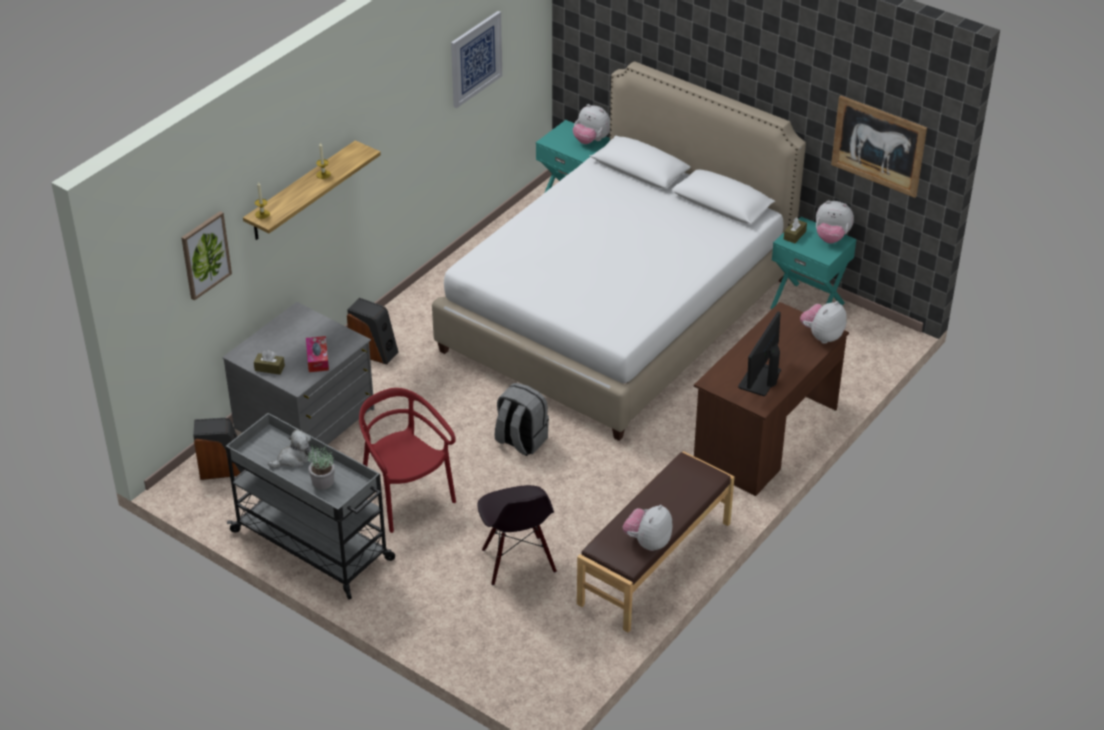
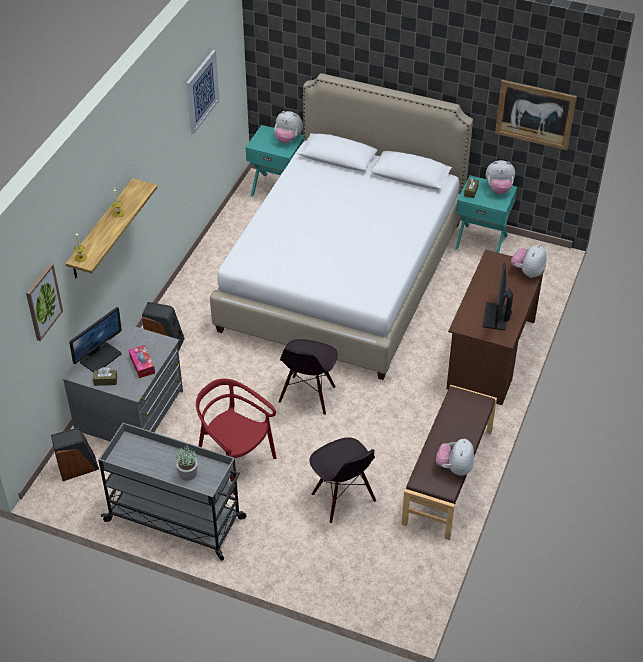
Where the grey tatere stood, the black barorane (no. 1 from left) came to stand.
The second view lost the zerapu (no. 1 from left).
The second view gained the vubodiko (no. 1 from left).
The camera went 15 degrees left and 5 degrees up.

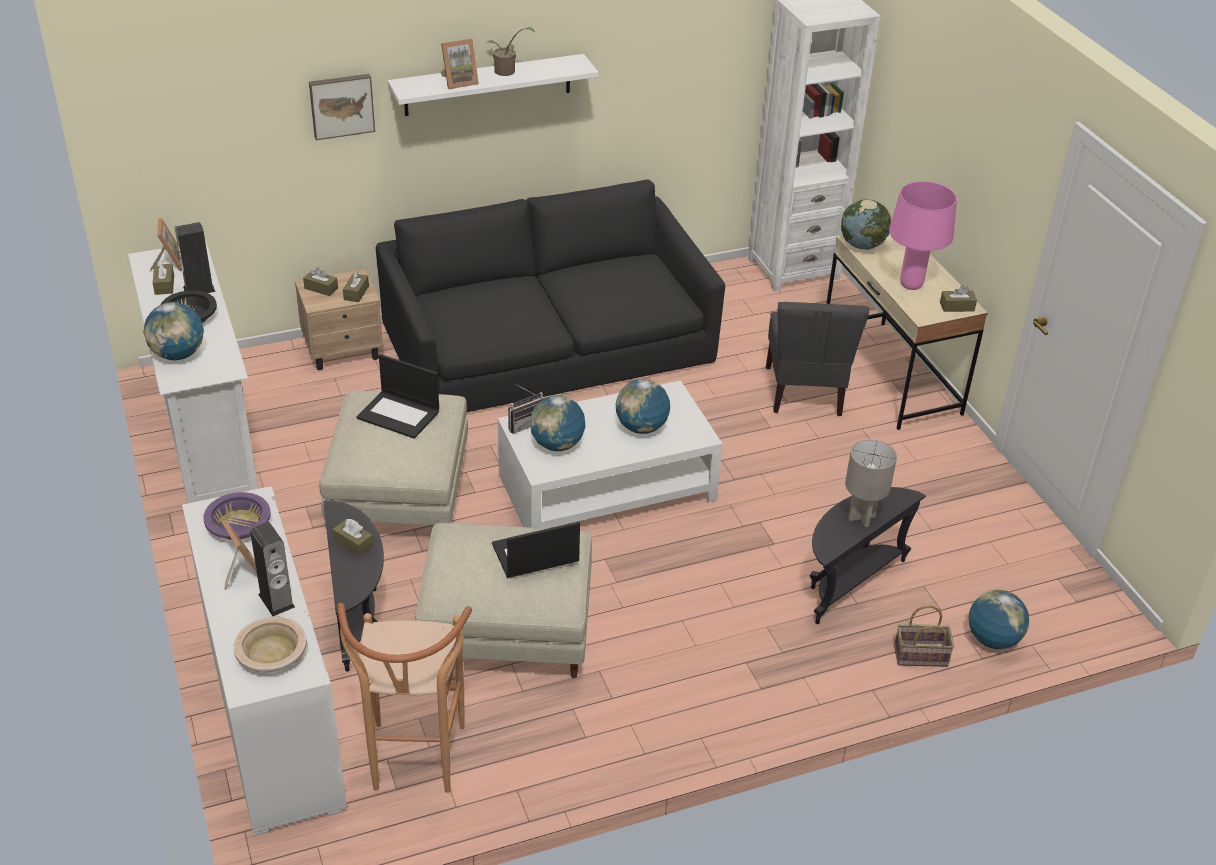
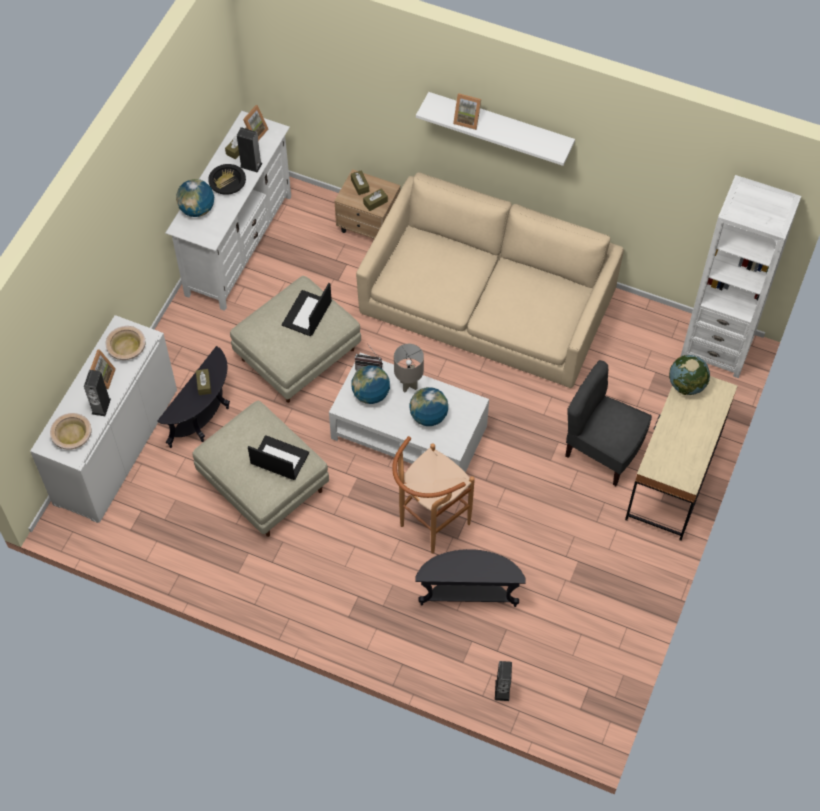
The second view lost the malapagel.
The second view lost the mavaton.
What was the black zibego turned into the beige zibego.
The second view lost the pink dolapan.
The second view lost the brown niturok (no. 5 from left).
The grey barorane ended up facing another way, 75 degrees clockwise from before.
The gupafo (no. 1 from left in the first image) ended up facing another way, 45 degrees clockwise from before.
The grey dolapan ended up elsewhere.
What was the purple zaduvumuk turned into the beige zaduvumuk (no. 2 from left).
Where the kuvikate (no. 5 from left) stood, the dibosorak (no. 3 from left) came to stand.
The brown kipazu ended up elsewhere.
The second view lost the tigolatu.
The camera went 45 degrees right and 20 degrees up.

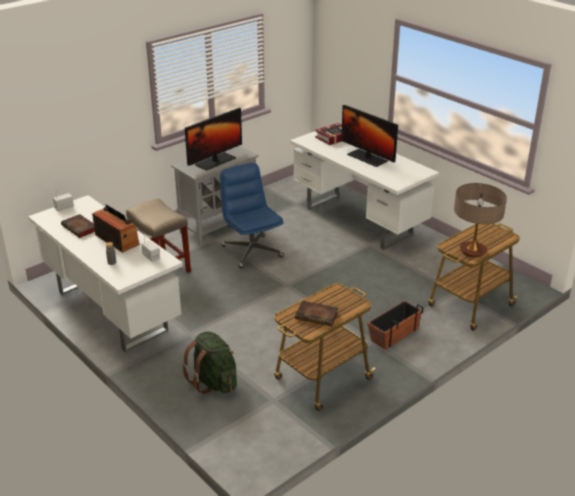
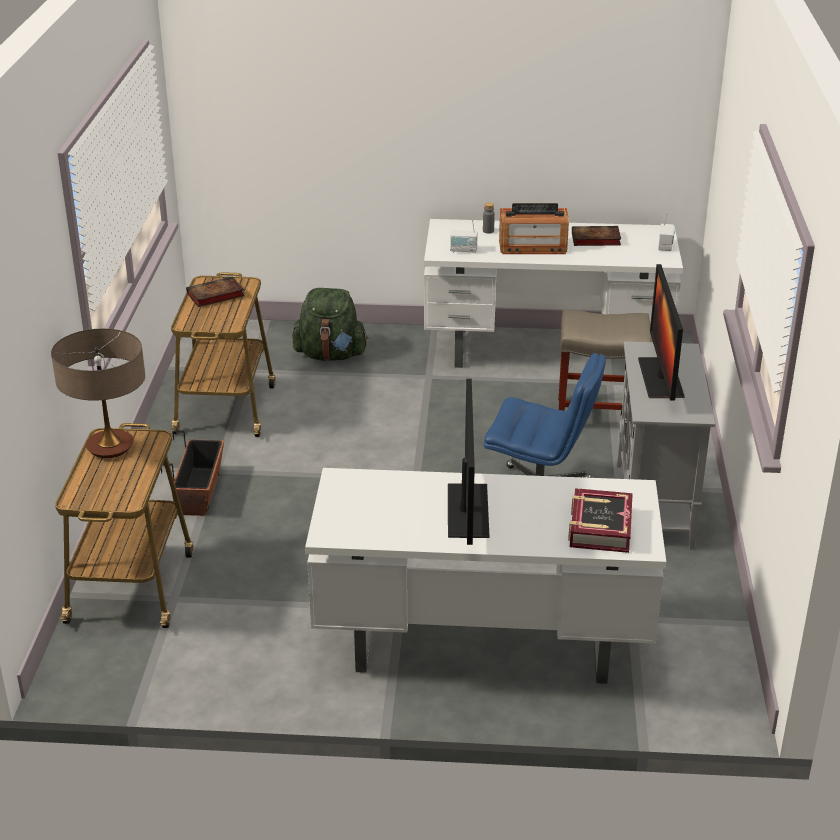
The vubodiko (no. 2 from left in the first image) ended up facing another way, 90 degrees clockwise from before.
The camera went 135 degrees right and 0 degrees up.

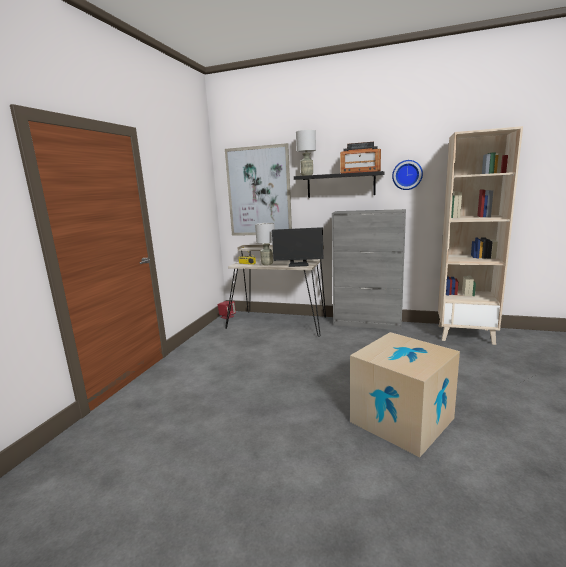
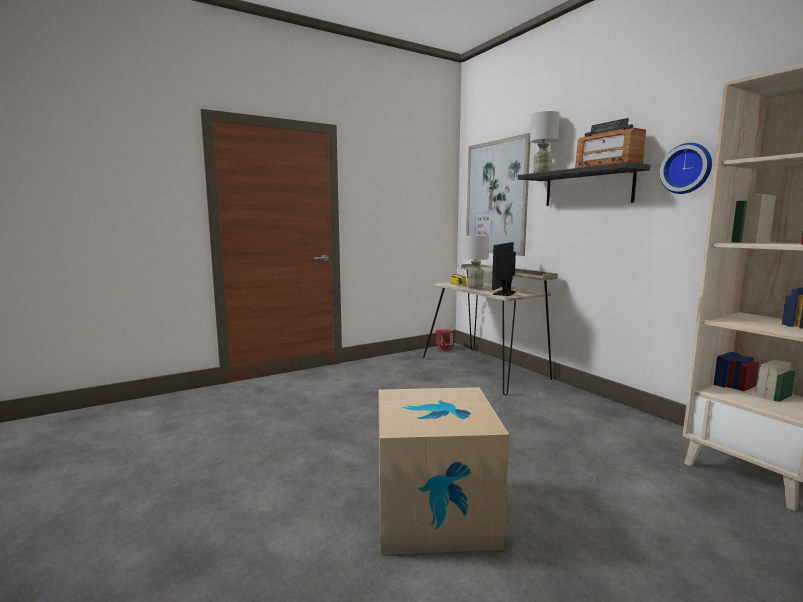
The second view lost the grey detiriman.
The vubodiko ended up facing another way, 75 degrees clockwise from before.
The camera went 40 degrees right and 5 degrees down.

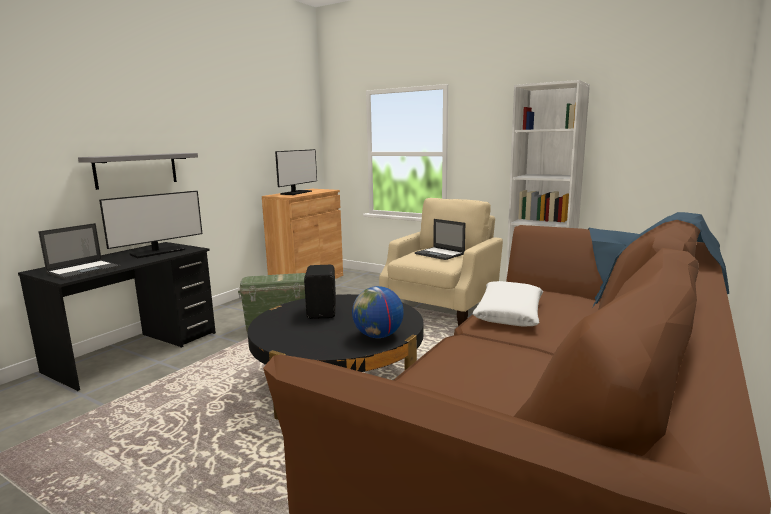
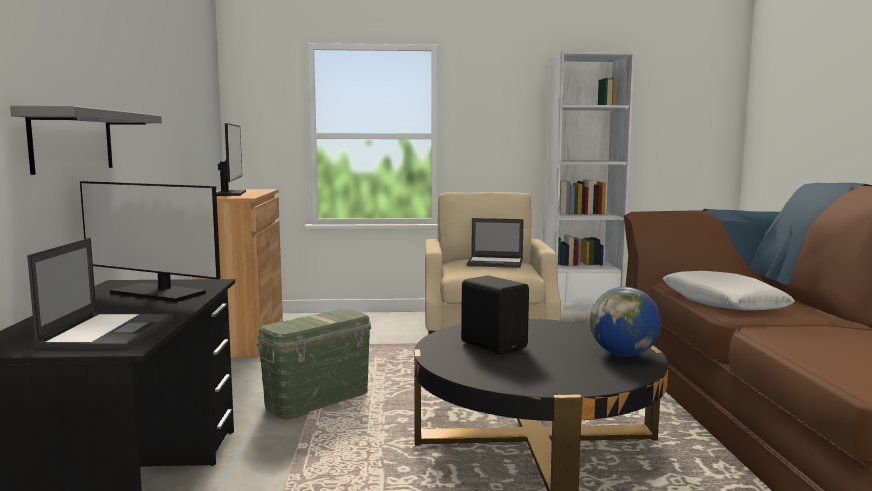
The vubodiko (no. 1 from left) ended up facing another way, 105 degrees clockwise from before.
The camera went 35 degrees left and 5 degrees down.

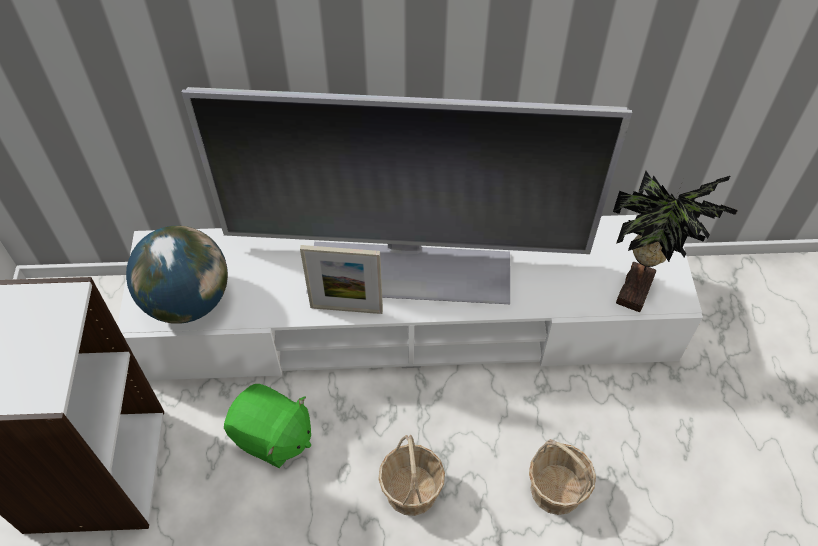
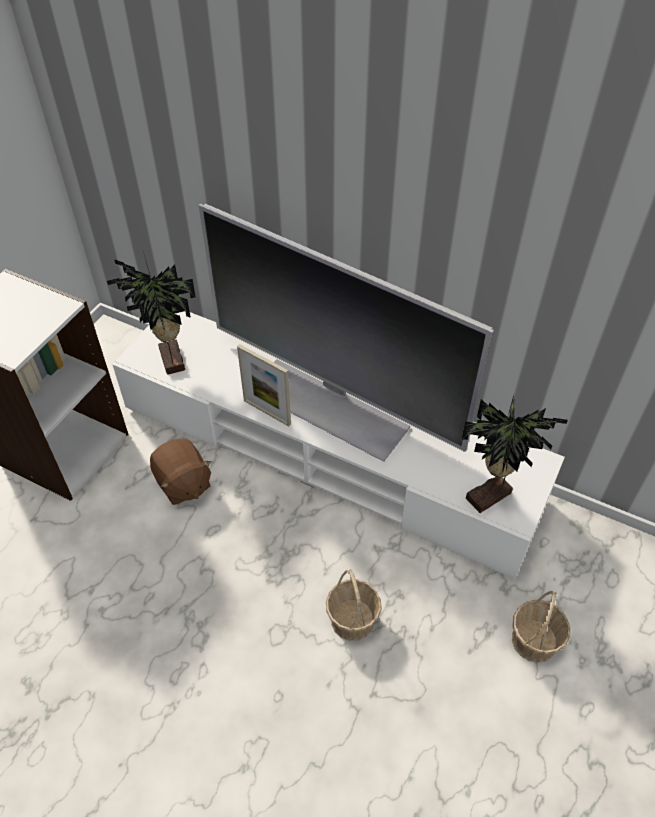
Where the kuvikate stood, the malapagel (no. 1 from left) came to stand.
What was the green zerapu turned into the brown zerapu.
The tigolatu (no. 1 from left in the first image) ended up elsewhere.
The camera went 30 degrees right and 5 degrees down.

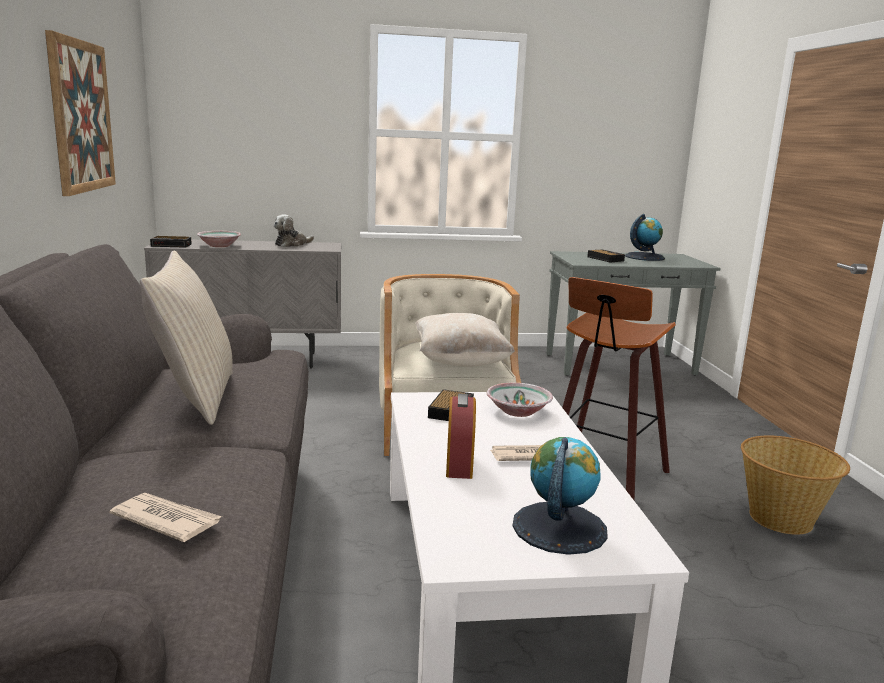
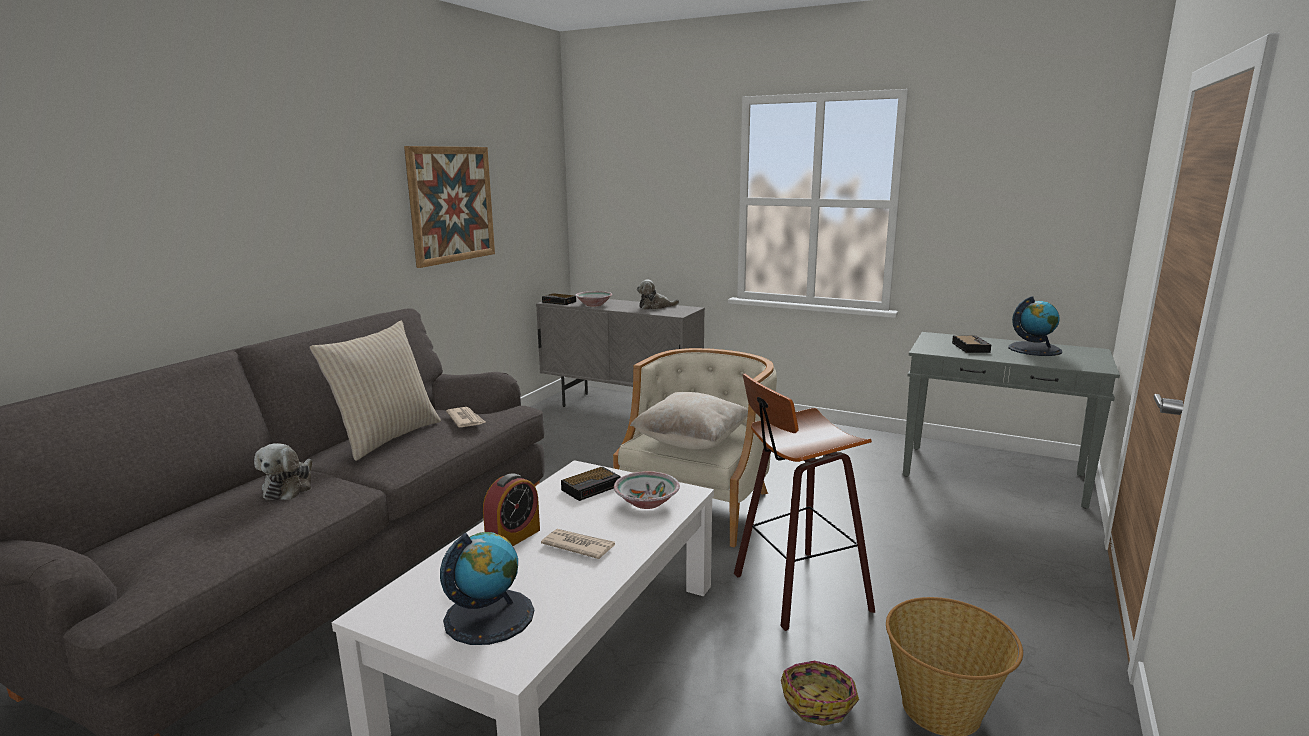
The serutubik (no. 1 from left) ended up elsewhere.
The second view gained the zerapu (no. 1 from left).
The second view gained the tigolatu (no. 1 from left).
The camera went 35 degrees right and 0 degrees up.

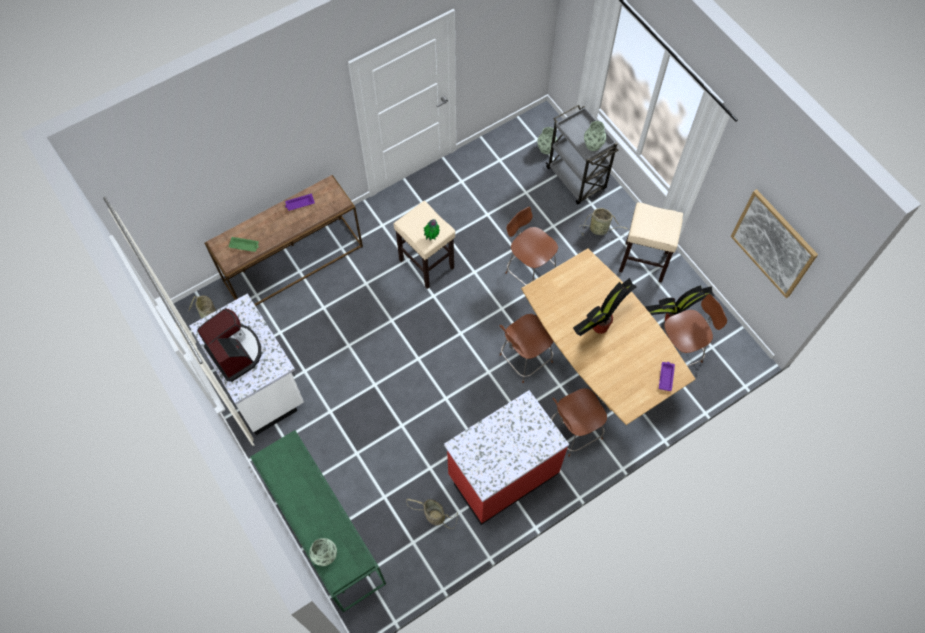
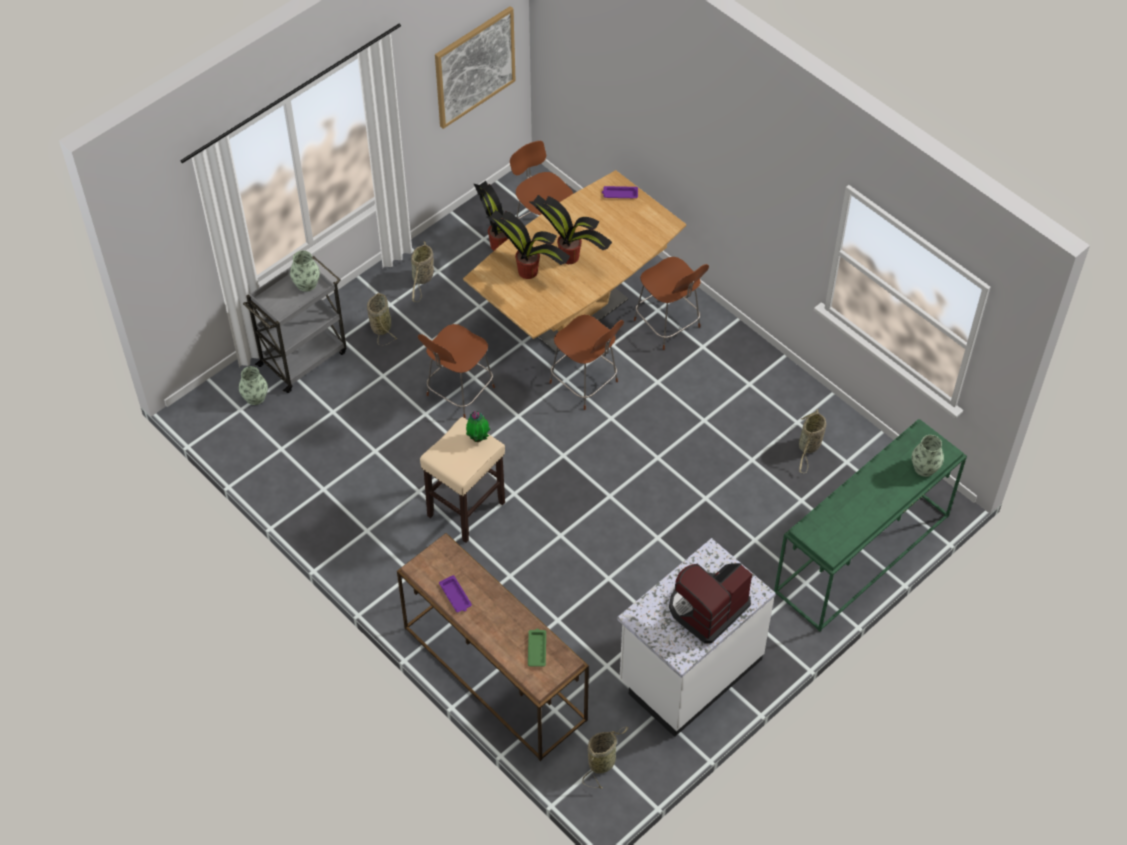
Where the beige kipazu (no. 2 from left) stood, the tigolatu (no. 2 from left) came to stand.
The second view lost the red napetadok.
The second view gained the malapagel (no. 3 from left).
The camera went 100 degrees left and 10 degrees down.

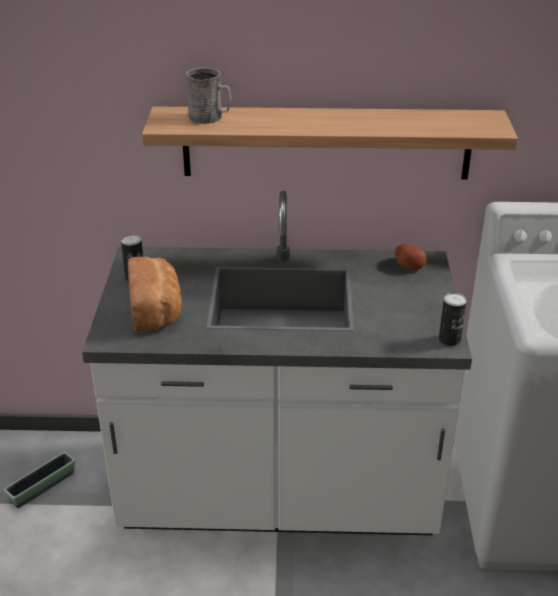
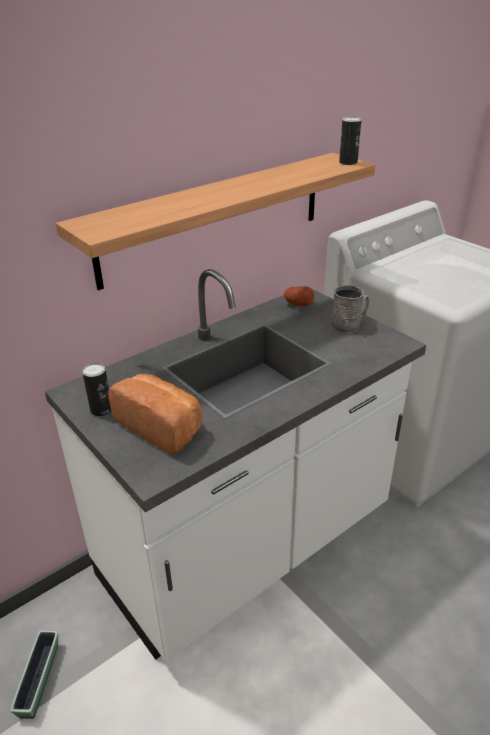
The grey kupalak ended up elsewhere.
The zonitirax (no. 2 from left) ended up elsewhere.
The camera went 40 degrees left and 0 degrees up.

